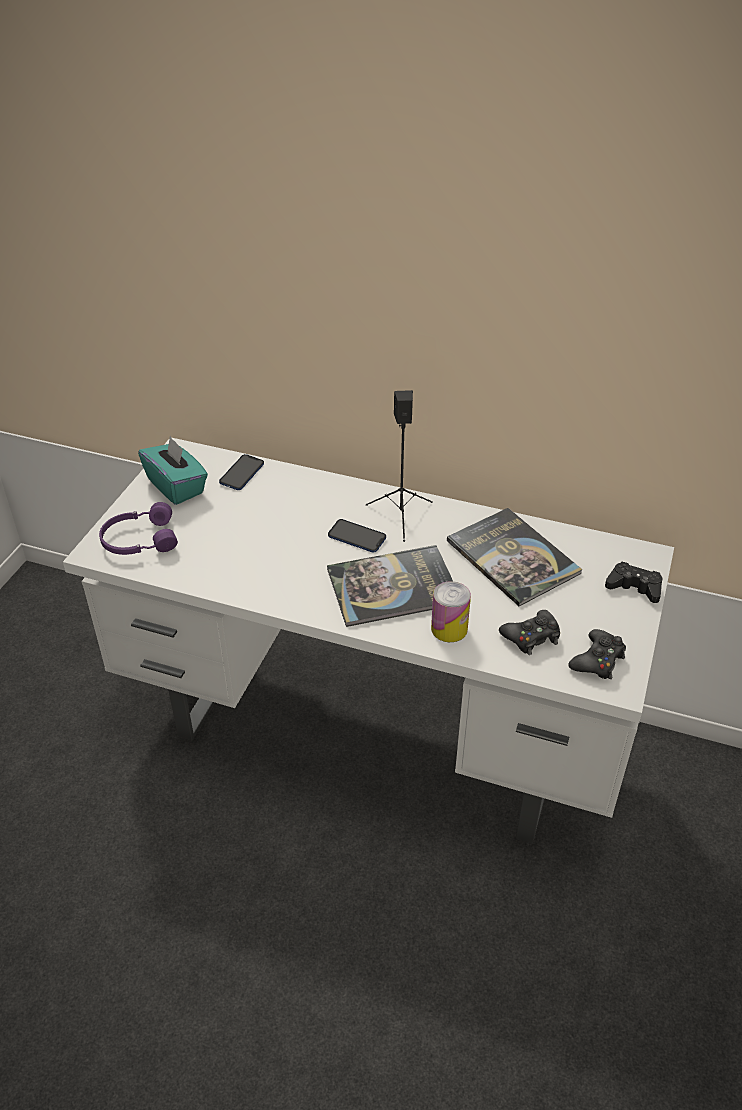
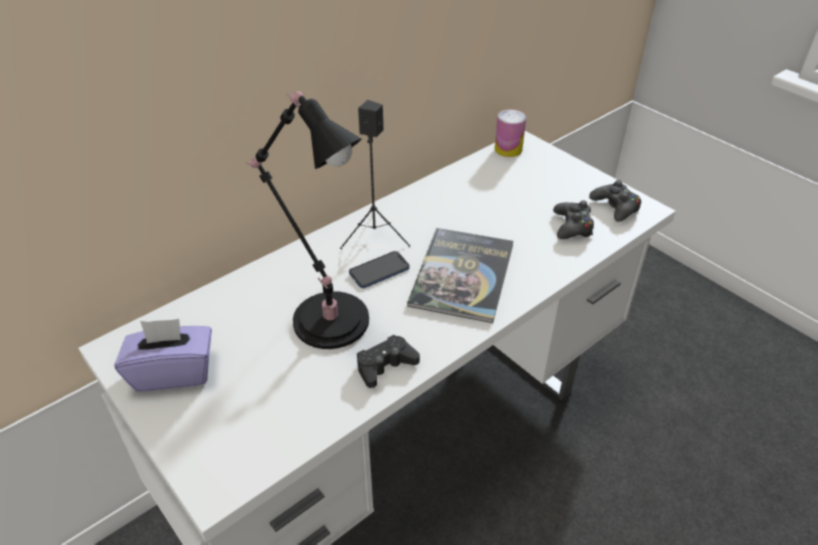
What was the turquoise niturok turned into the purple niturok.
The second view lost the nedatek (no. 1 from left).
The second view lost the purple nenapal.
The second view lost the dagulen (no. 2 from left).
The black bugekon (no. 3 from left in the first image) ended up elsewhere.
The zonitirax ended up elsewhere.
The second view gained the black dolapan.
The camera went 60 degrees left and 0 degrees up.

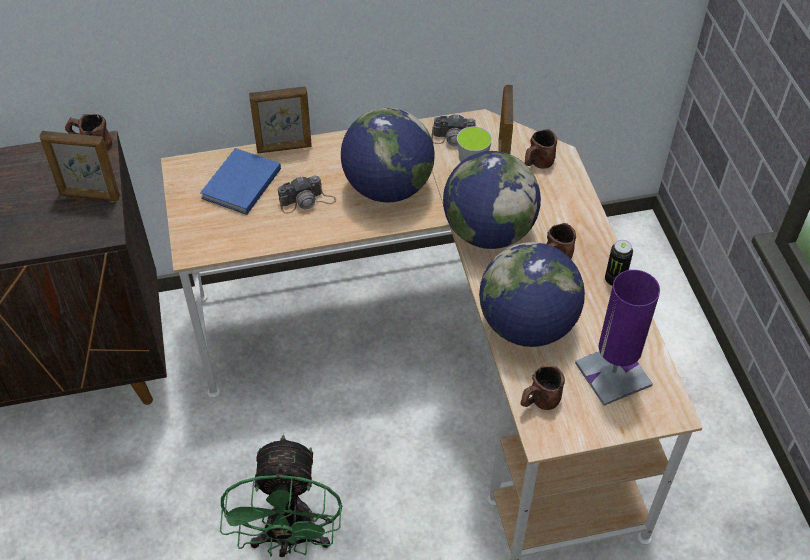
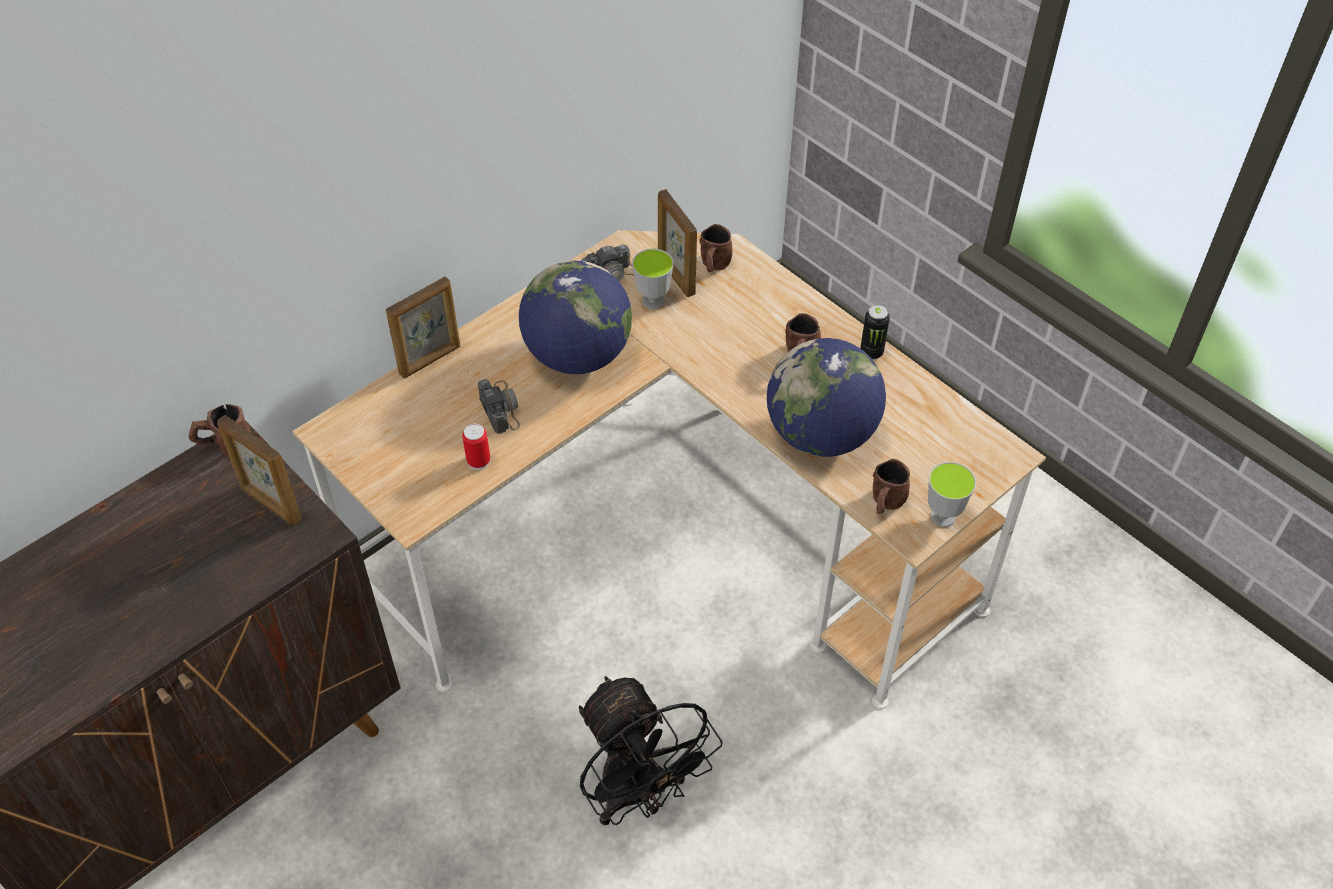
The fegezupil (no. 1 from left) ended up facing another way, 60 degrees clockwise from before.
The second view lost the blue dagulen.
The second view lost the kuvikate (no. 2 from left).
The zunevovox (no. 1 from left) ended up facing another way, 60 degrees counterclockwise from before.
The second view lost the purple dolapan.
What was the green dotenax turned into the black dotenax.
The second view gained the zonitirax (no. 1 from left).
The second view gained the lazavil (no. 2 from left).
The camera went 30 degrees left and 0 degrees up.

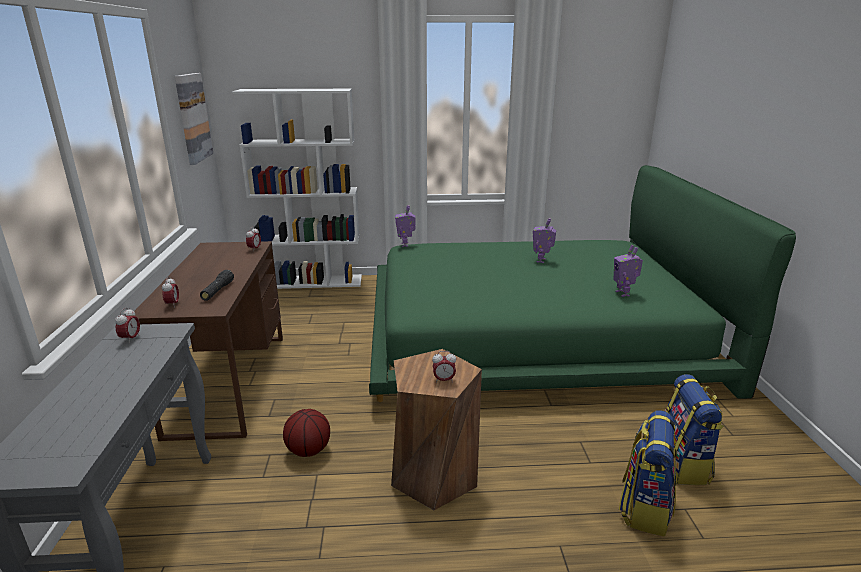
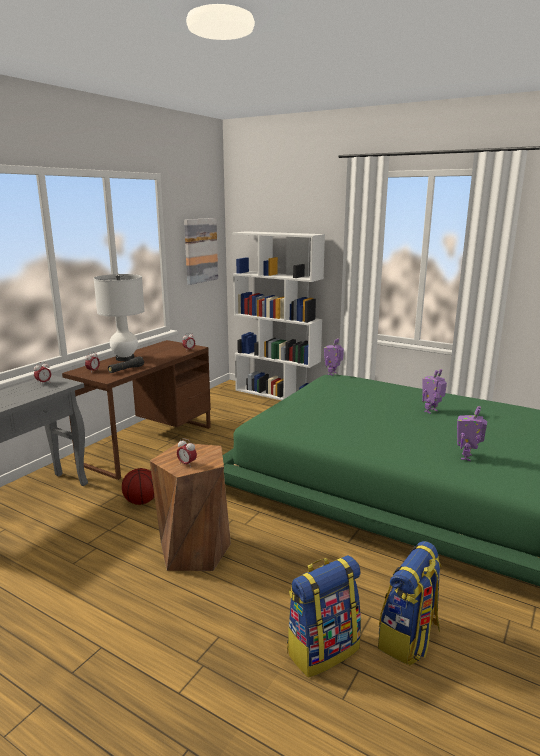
The second view gained the white dolapan.
The camera went 35 degrees right and 5 degrees down.

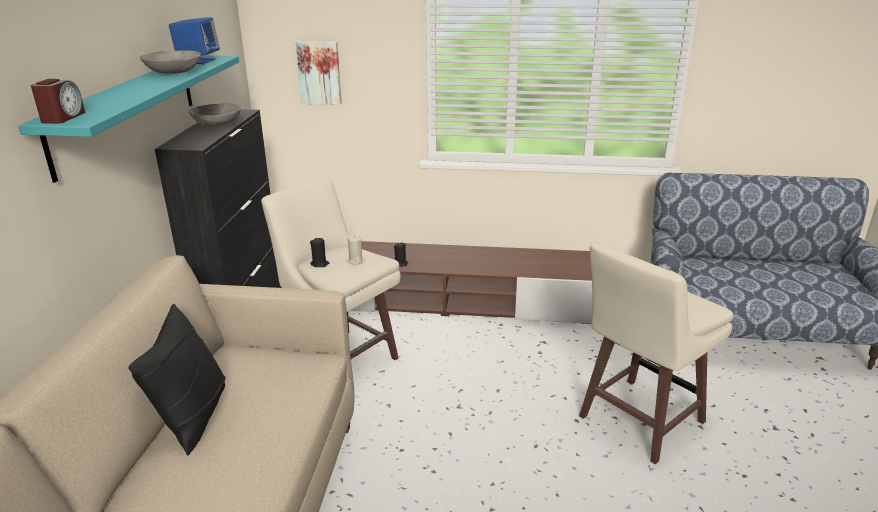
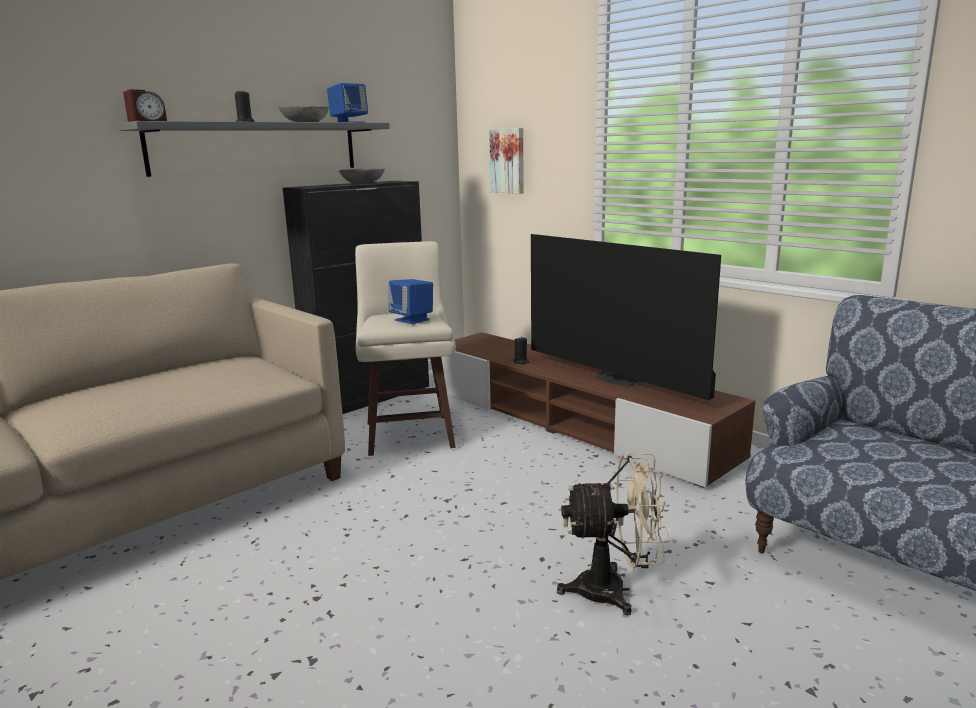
What was the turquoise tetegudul turned into the grey tetegudul.
Where the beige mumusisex stood, the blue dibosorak (no. 2 from left) came to stand.
The black mumusisex (no. 1 from left) ended up elsewhere.
Where the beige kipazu (no. 2 from left) stood, the beige dotenax came to stand.
The second view lost the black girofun.
The second view gained the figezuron.
The camera went 40 degrees right and 10 degrees down.

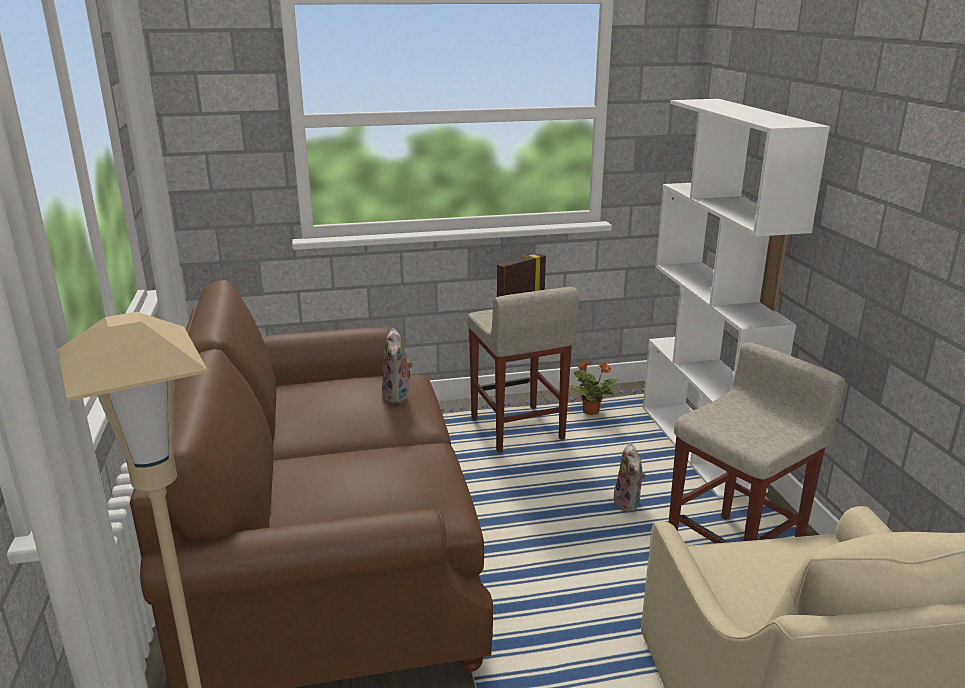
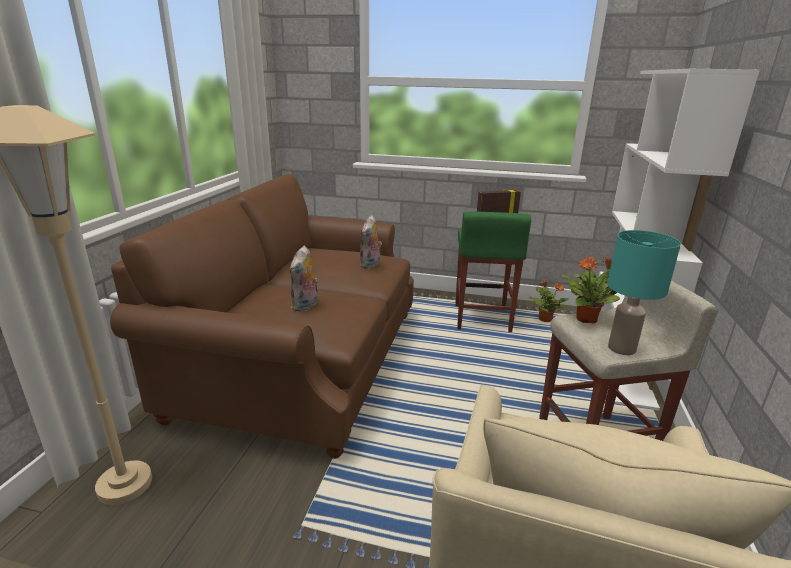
What was the beige kipazu (no. 1 from left) turned into the green kipazu.
The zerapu (no. 2 from left in the first image) ended up elsewhere.
The second view gained the turquoise dolapan.
The second view gained the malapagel (no. 2 from left).
The camera went 25 degrees right and 0 degrees up.

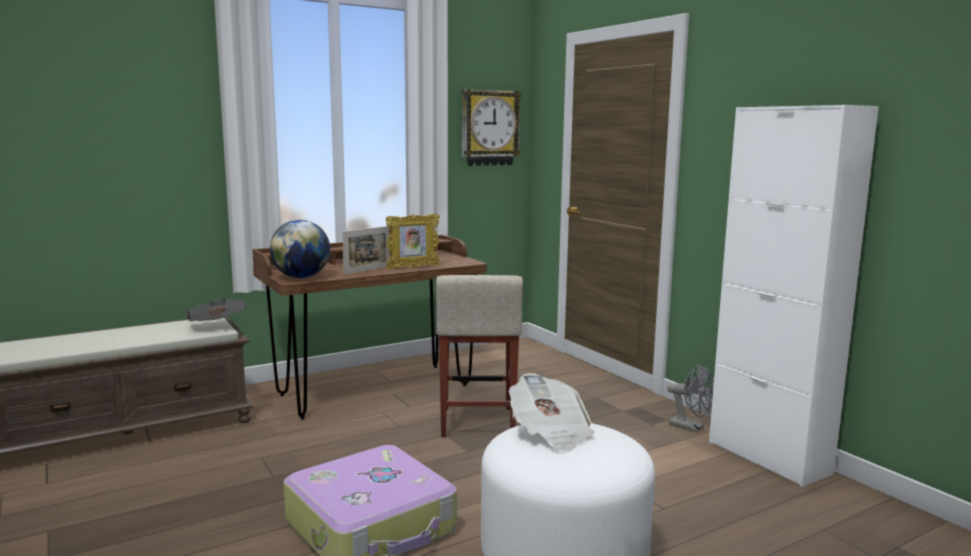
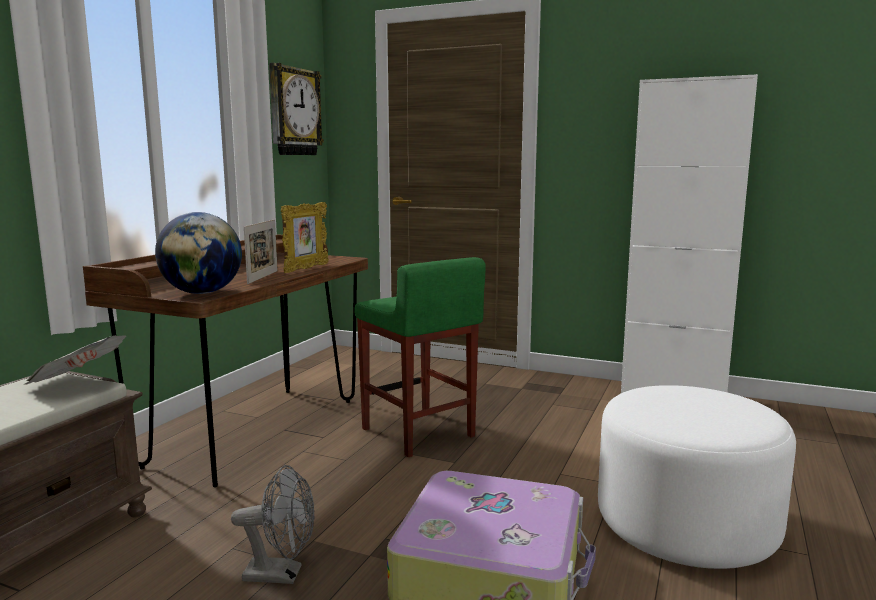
What was the beige kipazu turned into the green kipazu.
The grey dotenax ended up elsewhere.
The second view lost the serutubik (no. 2 from left).
The camera went 35 degrees left and 0 degrees up.

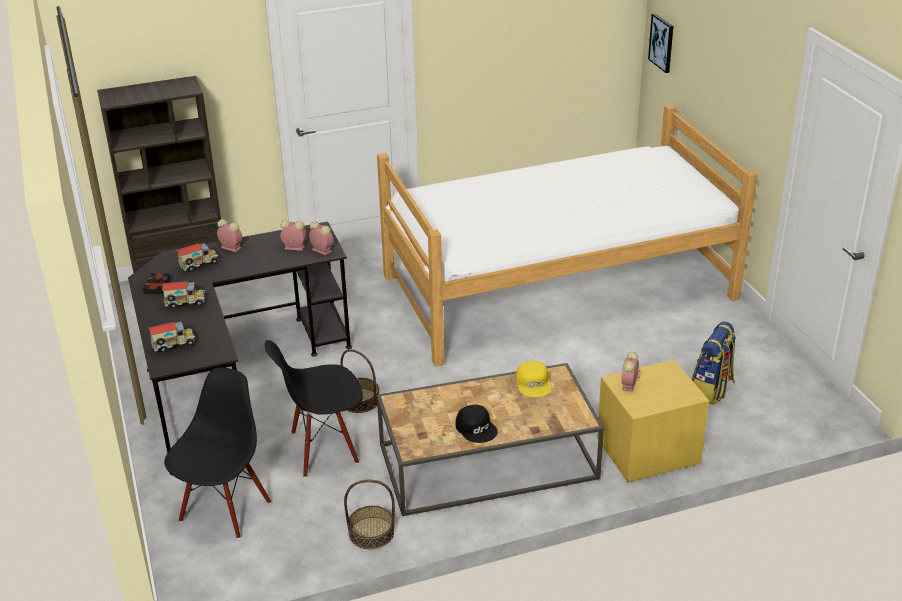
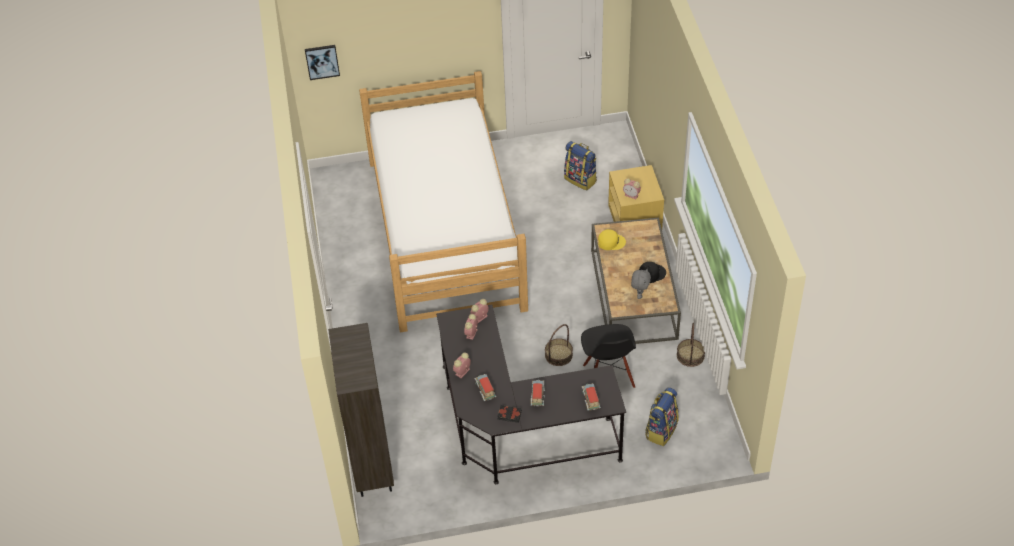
Where the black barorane (no. 1 from left) stood, the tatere (no. 2 from left) came to stand.
The second view gained the grey zerapu.
The camera went 80 degrees left and 15 degrees up.

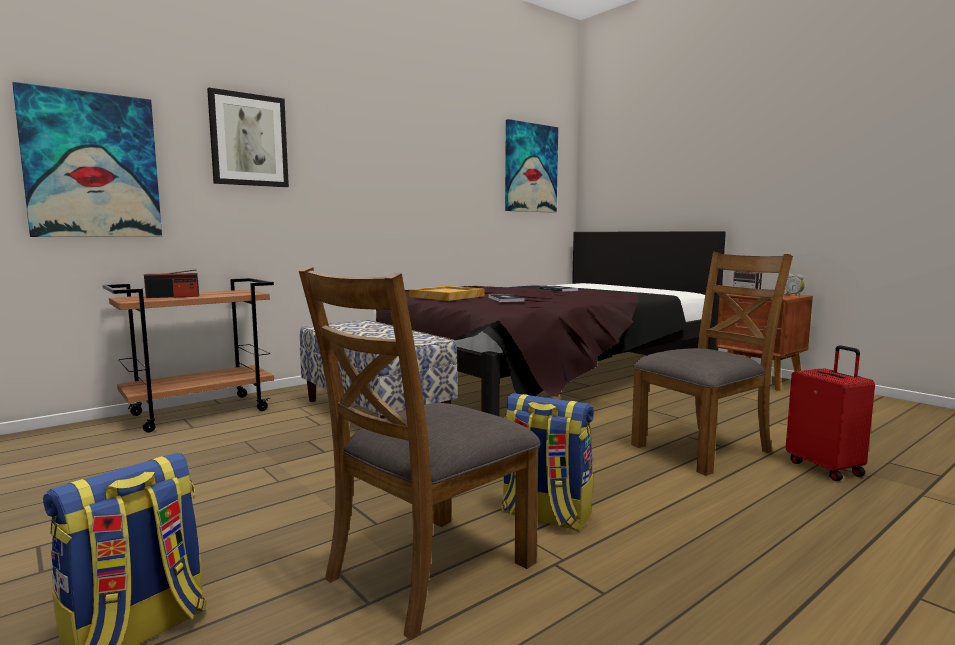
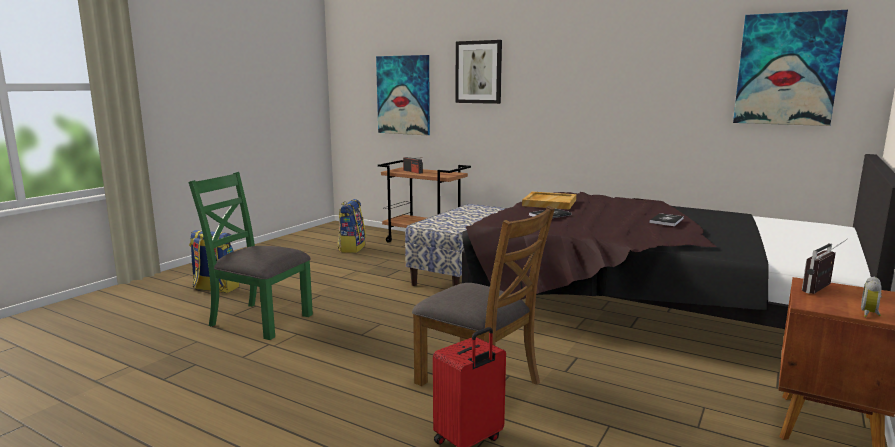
What was the brown barorane (no. 1 from left) turned into the green barorane.
The tatere (no. 2 from left) ended up elsewhere.
The camera went 70 degrees right and 5 degrees up.

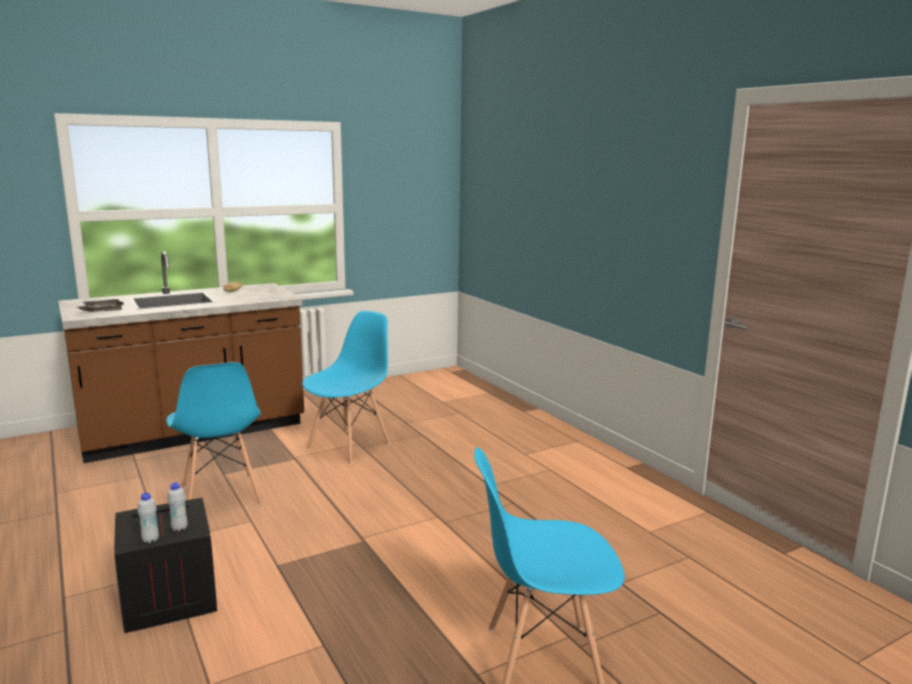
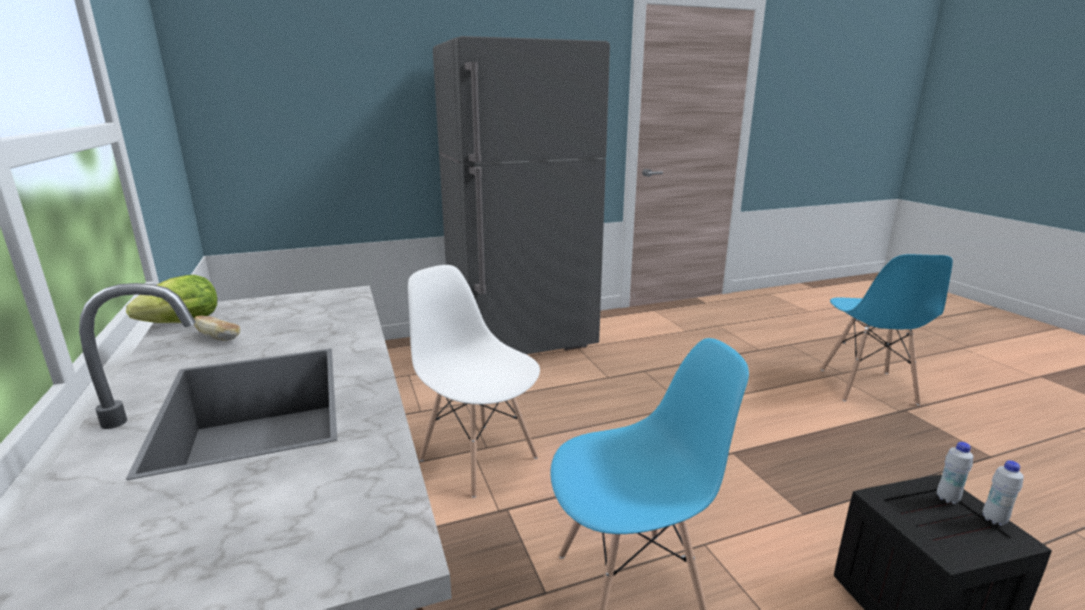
The second view lost the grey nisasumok.
What was the blue barorane (no. 2 from left) turned into the white barorane.
The second view gained the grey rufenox.
The second view gained the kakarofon.
The camera went 80 degrees left and 5 degrees up.

